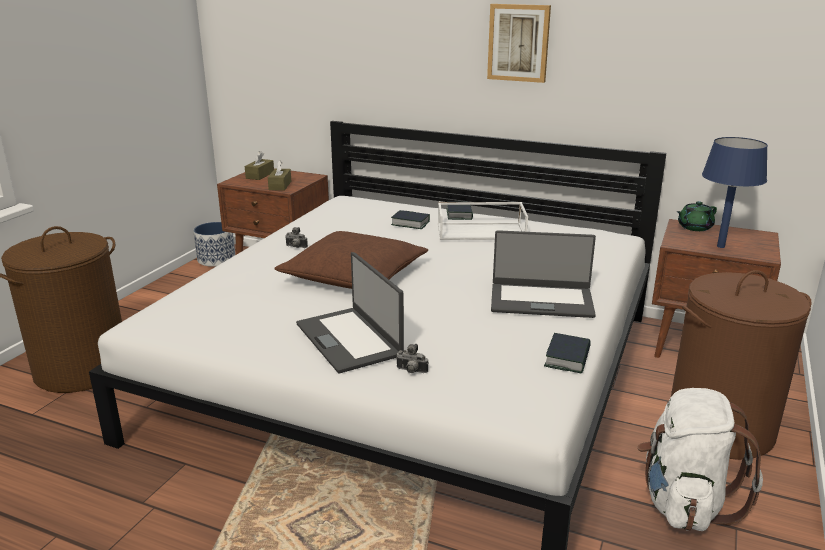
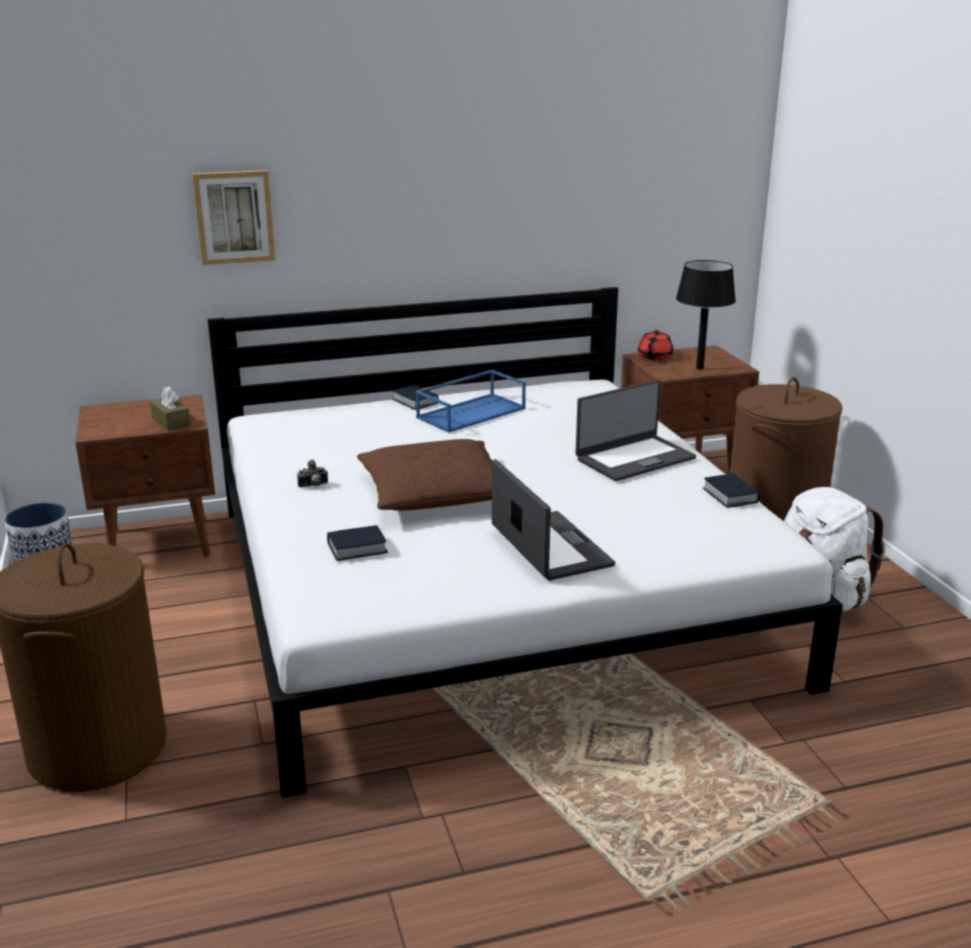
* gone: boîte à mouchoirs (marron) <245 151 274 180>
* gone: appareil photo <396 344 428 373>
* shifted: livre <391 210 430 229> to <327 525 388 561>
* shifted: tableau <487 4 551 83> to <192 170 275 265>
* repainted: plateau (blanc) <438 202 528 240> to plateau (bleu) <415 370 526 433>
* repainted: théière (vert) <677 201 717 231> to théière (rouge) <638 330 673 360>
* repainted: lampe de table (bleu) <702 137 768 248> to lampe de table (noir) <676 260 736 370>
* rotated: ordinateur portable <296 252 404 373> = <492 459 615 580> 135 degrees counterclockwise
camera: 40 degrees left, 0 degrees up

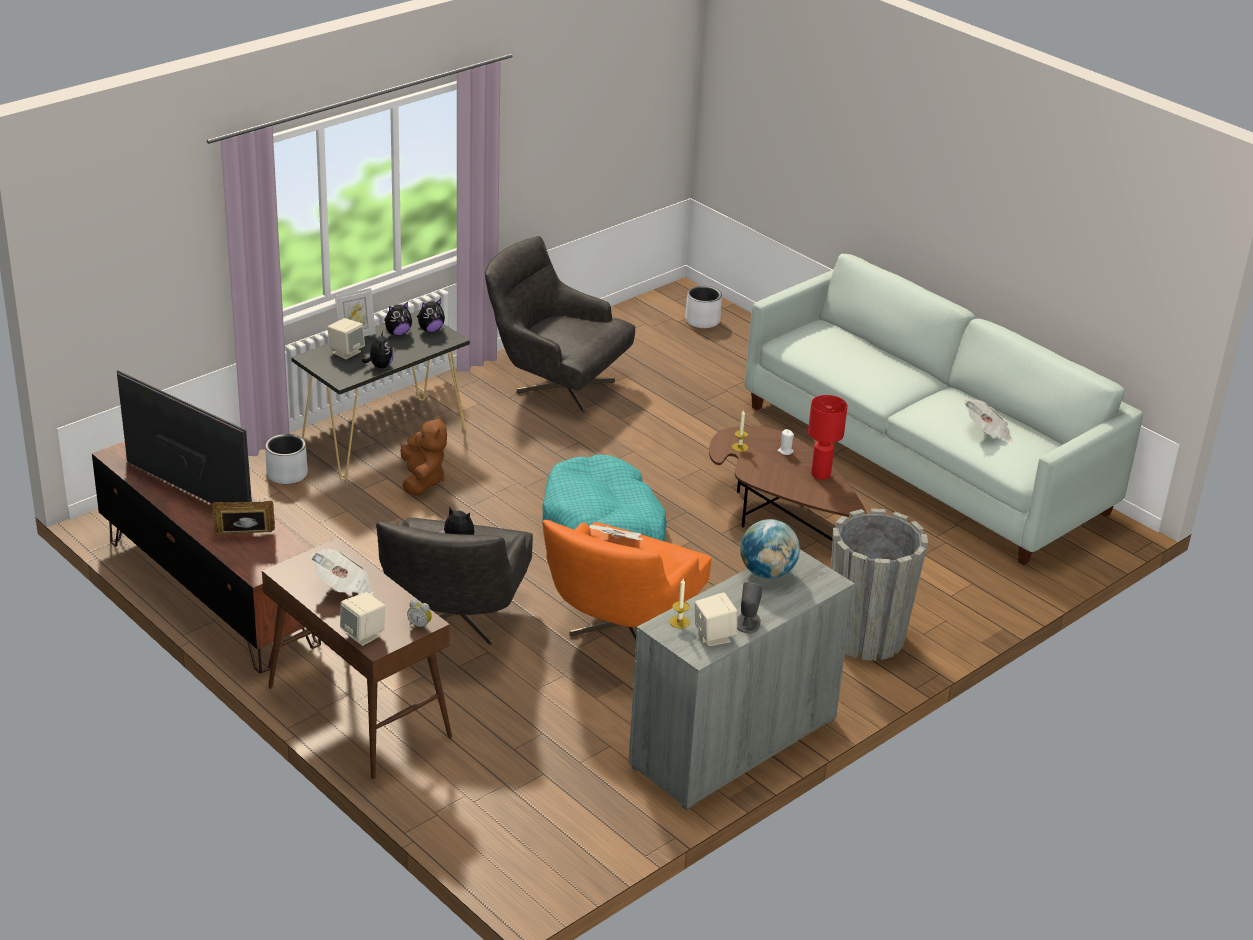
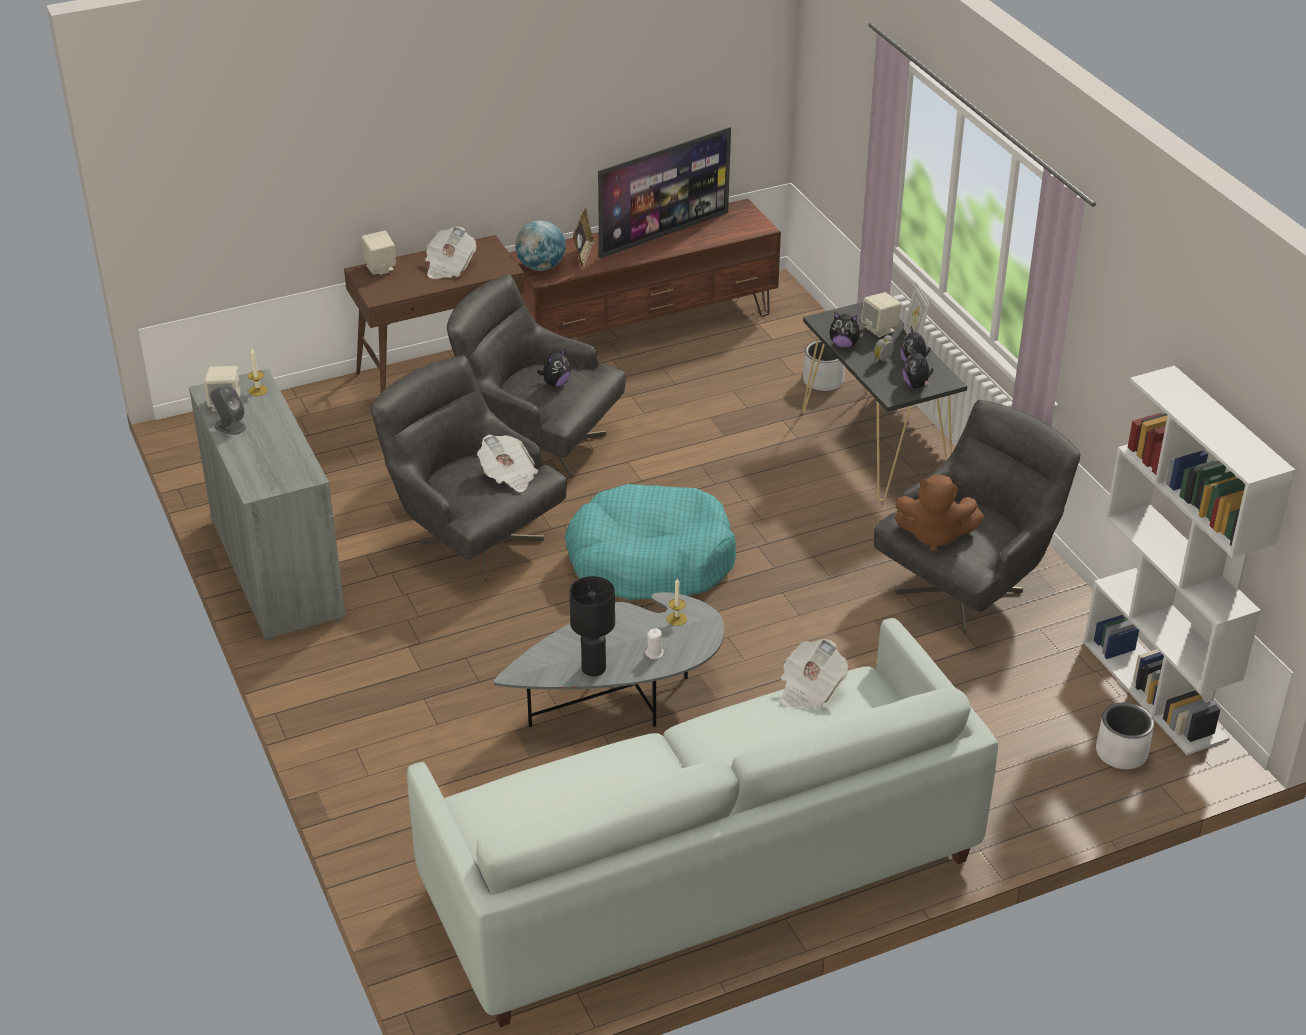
* gone: cache-pot (gris) <831 508 928 661>
* new: bibliothèque (blanc) <1084 366 1295 755>
* shifted: peluche (marron) <400 415 447 496> to <895 475 984 551>
* shifted: réveil <407 599 432 631> to <874 335 894 363>
* shifted: globe <740 519 800 579> to <515 220 566 271>
* shifted: journal <964 399 1012 442> to <781 639 848 709>
* repainted: fauteuil (orange) <542 520 712 640> to fauteuil (gris) <371 356 567 581>
* repainted: table basse (marron) <709 426 867 541> to table basse (gris) <494 592 724 727>
* repainted: lampe de table (rouge) <808 395 848 480> to lampe de table (noir) <569 576 615 676>
camera: 110 degrees right, 5 degrees up

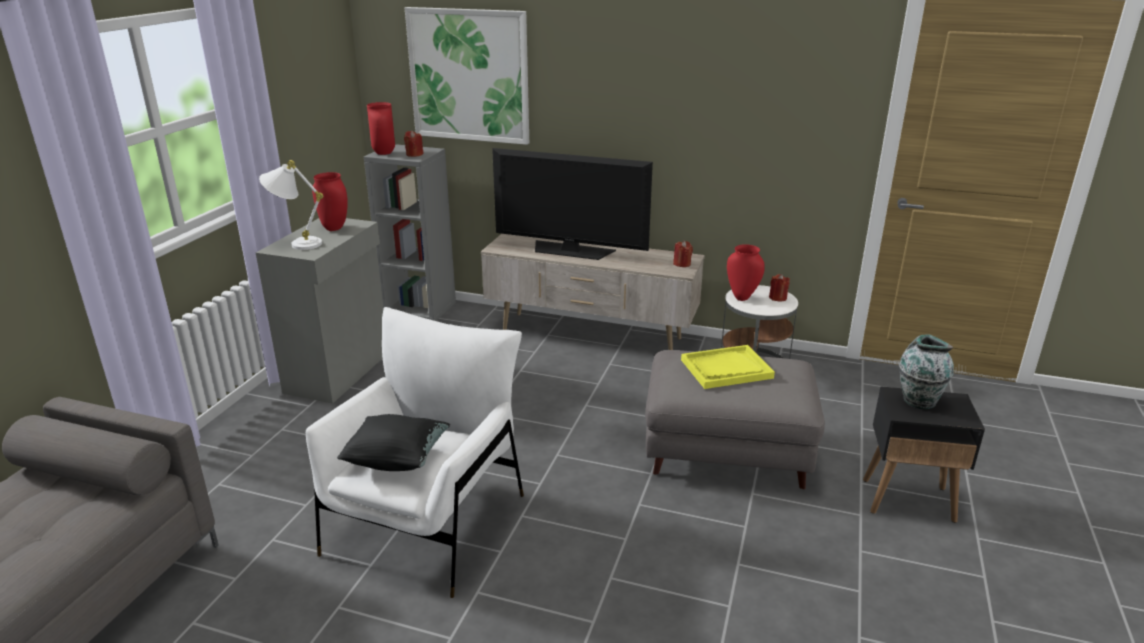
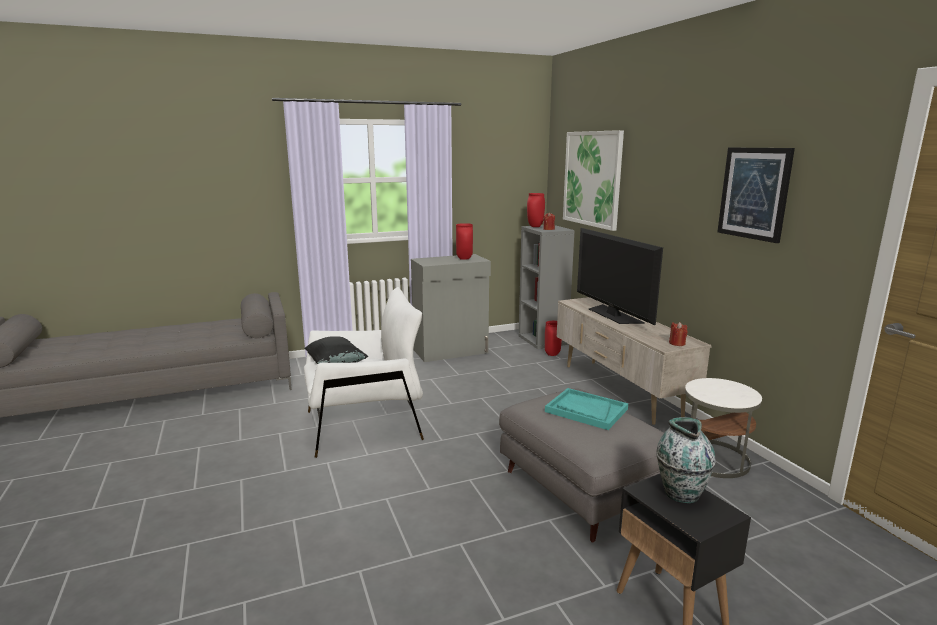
* gone: lampe de table (blanc) <259 160 323 250>
* gone: bougie (rouge) <769 274 790 301>
* new: tableau <717 148 795 243>
* shifted: vase (rouge) <727 244 765 301> to <545 321 562 356>
* repainted: plateau (jaune) <681 345 775 389> to plateau (turquoise) <545 388 628 430>
camera: 50 degrees right, 10 degrees down

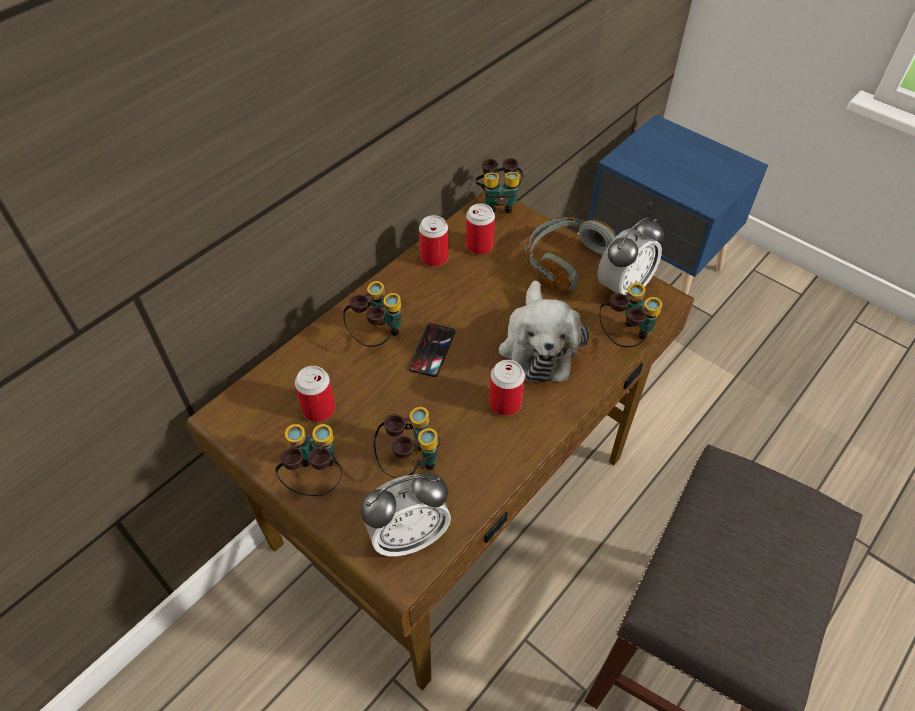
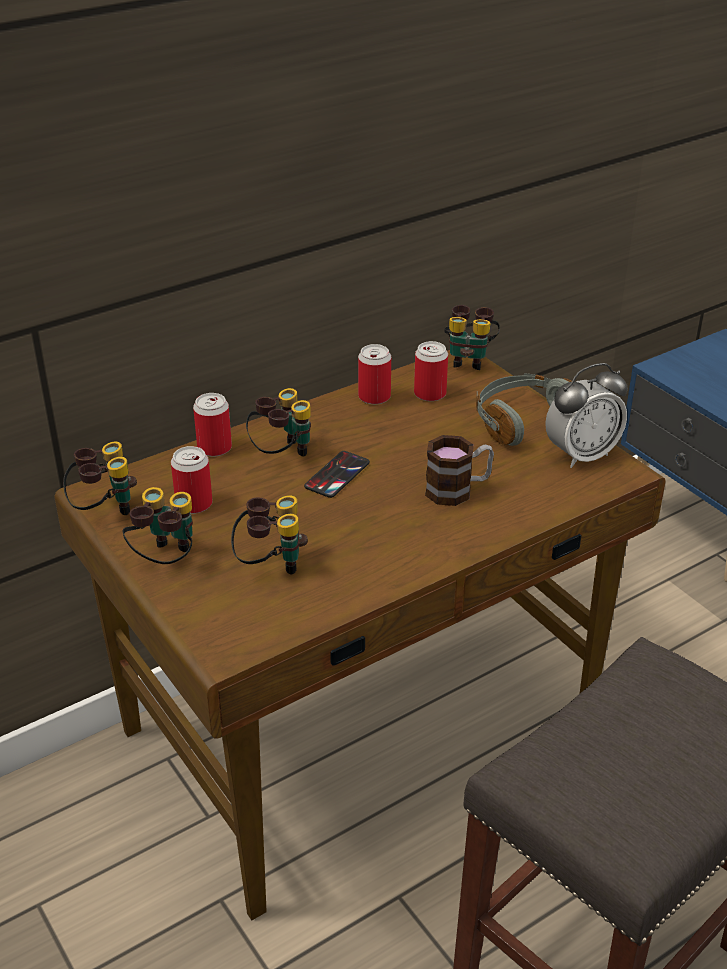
* gone: réveil <361 472 451 557>
* shifted: boîte métallique <489 360 525 416> to <193 393 232 457>
* shifted: jumelles <599 283 663 347> to <63 441 137 515>
* swapped: peluche <499 280 589 383> to mug <425 435 494 506>
camera: 15 degrees right, 15 degrees down

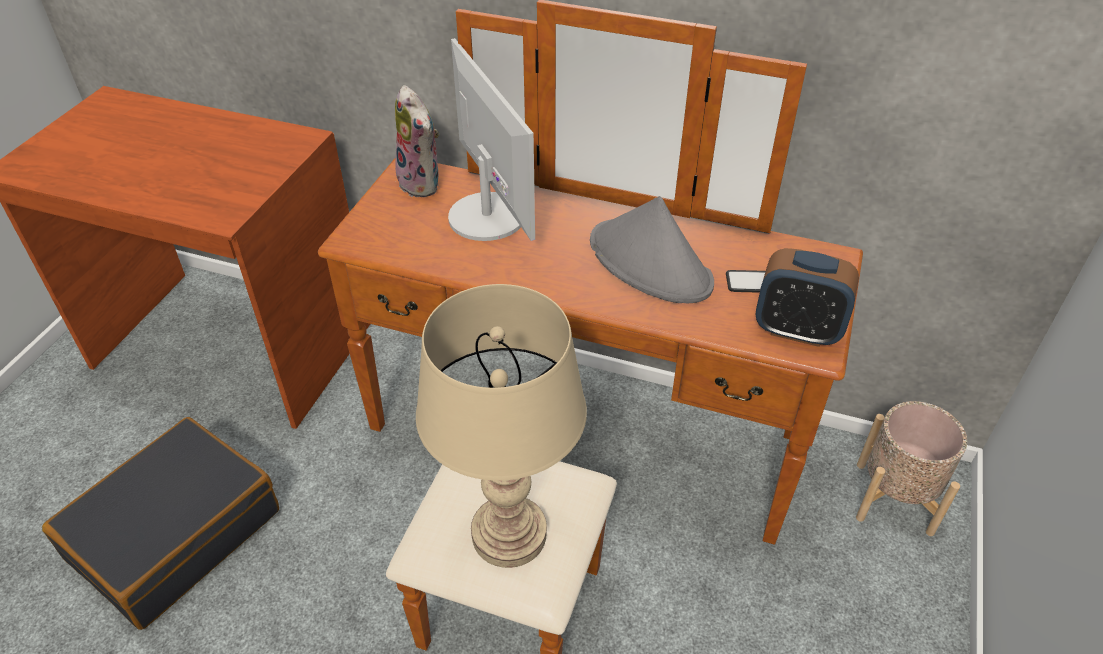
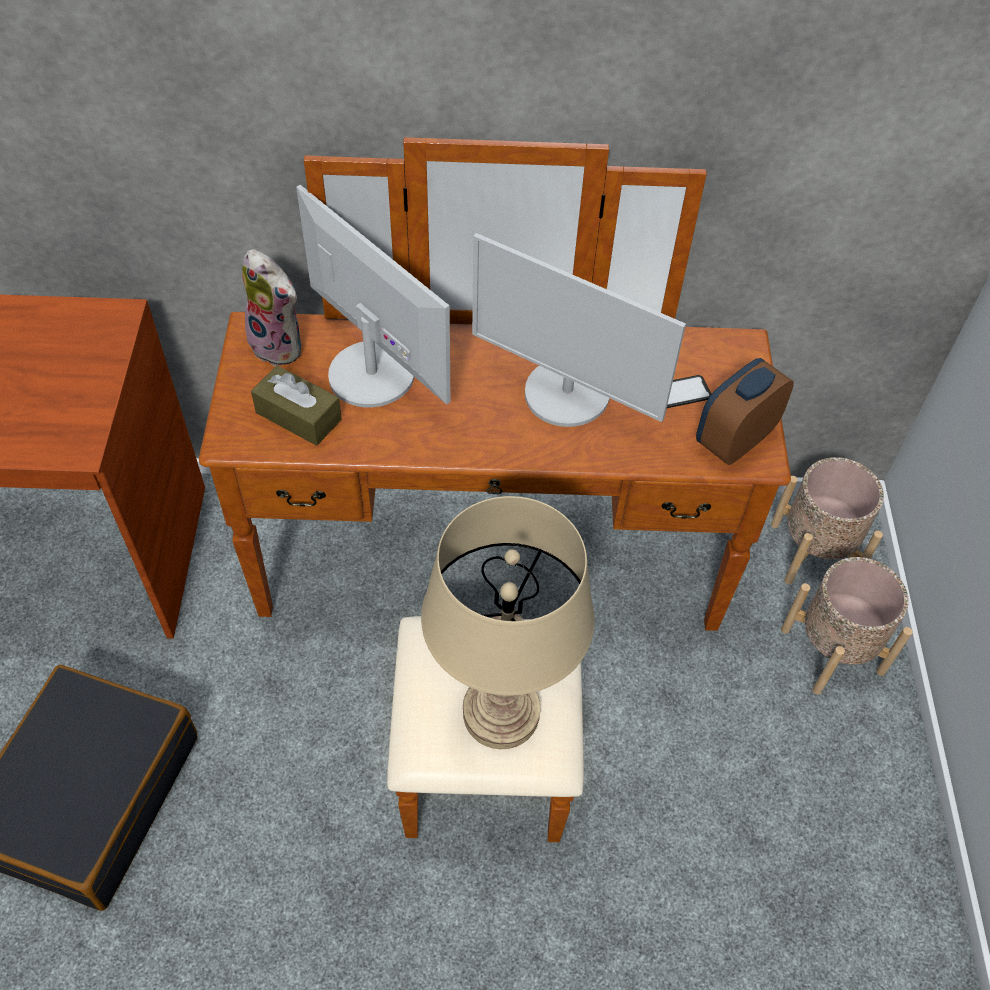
* new: boîte à mouchoirs (marron) <251 365 342 446>
* new: cache-pot (beige) <781 557 913 695>
* swapped: chapeau (gris) <590 196 714 303> to écran d'ordinateur <472 233 686 427>
* rotated: réveil <756 248 859 347> = <696 358 794 465> 135 degrees clockwise
camera: 20 degrees left, 10 degrees up

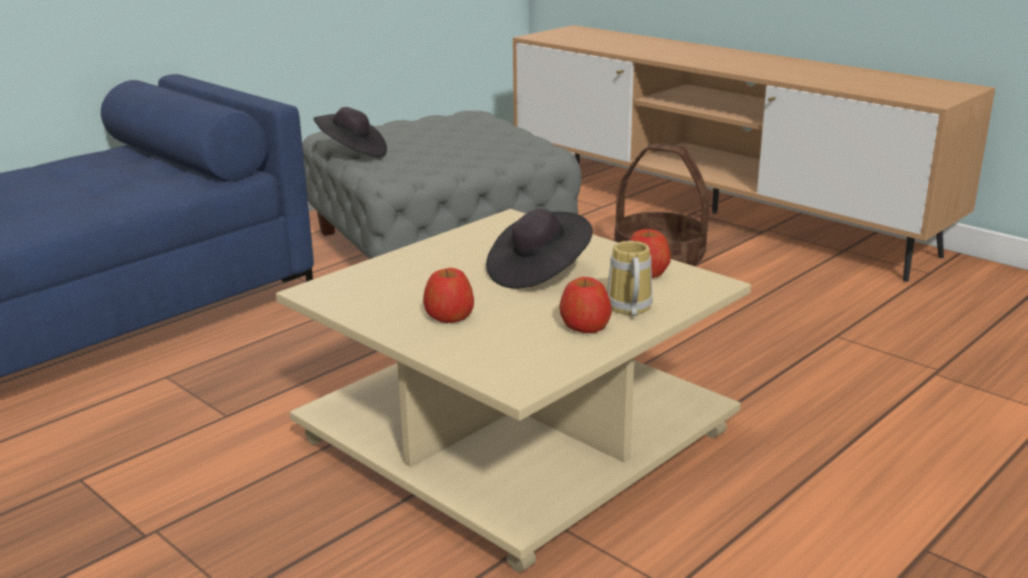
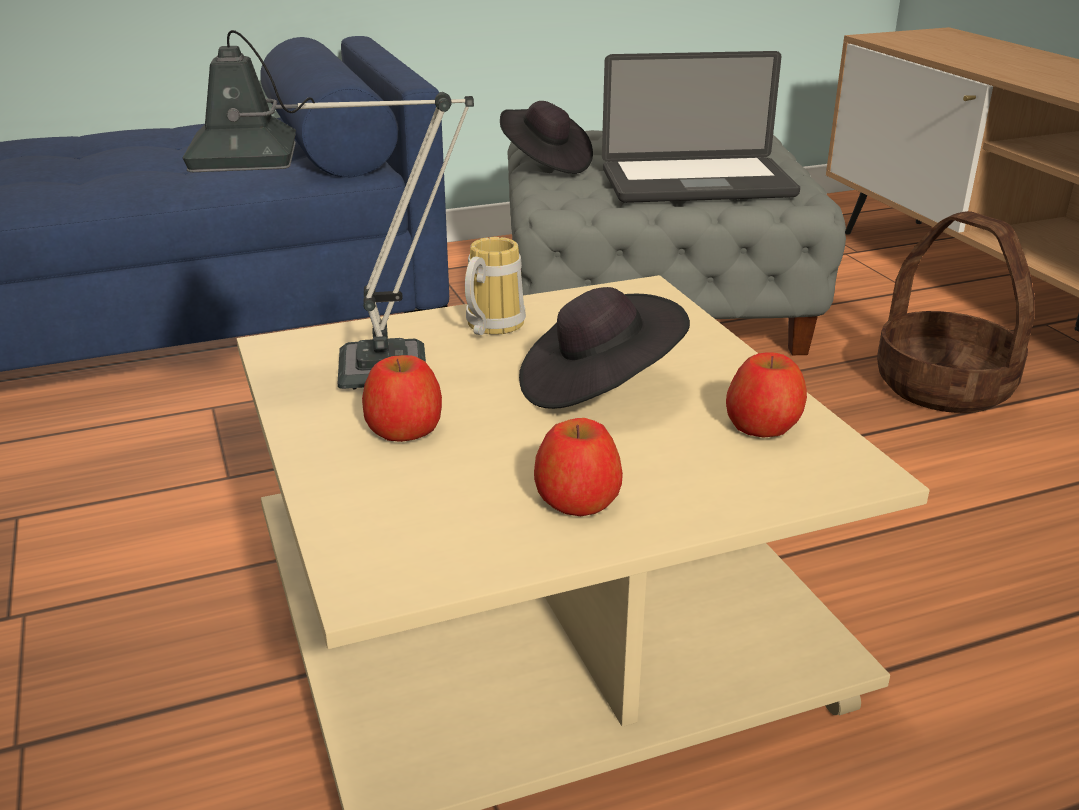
* new: lampe de table <183 30 474 389>
* new: ordinateur portable <602 51 800 203>
* shifted: mug <607 241 653 316> to <465 237 526 335>
camera: 25 degrees right, 5 degrees up

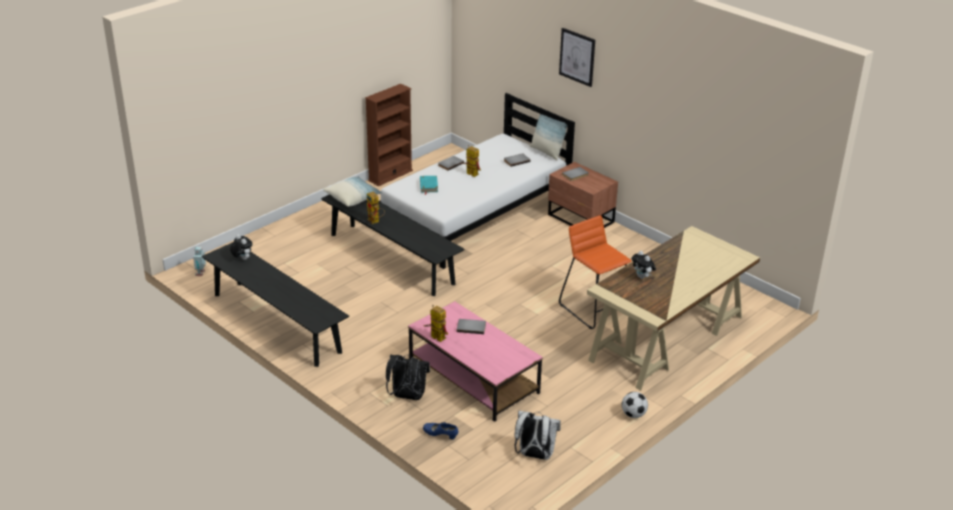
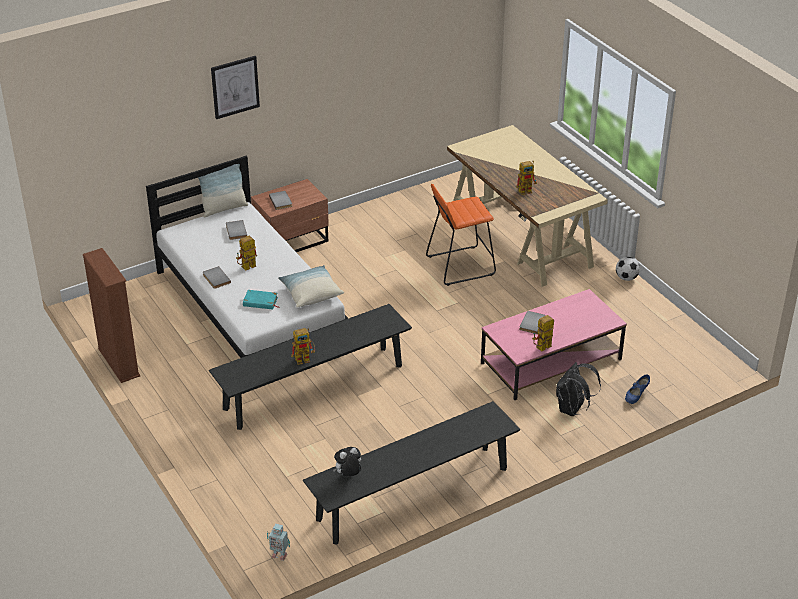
* gone: sac à dos (blanc) <515 411 561 460>
* shifted: coussin <323 176 382 207> to <278 265 344 308>
* swapped: peluche <632 251 656 279> to robot jouet <516 161 537 195>
camera: 75 degrees left, 5 degrees up

